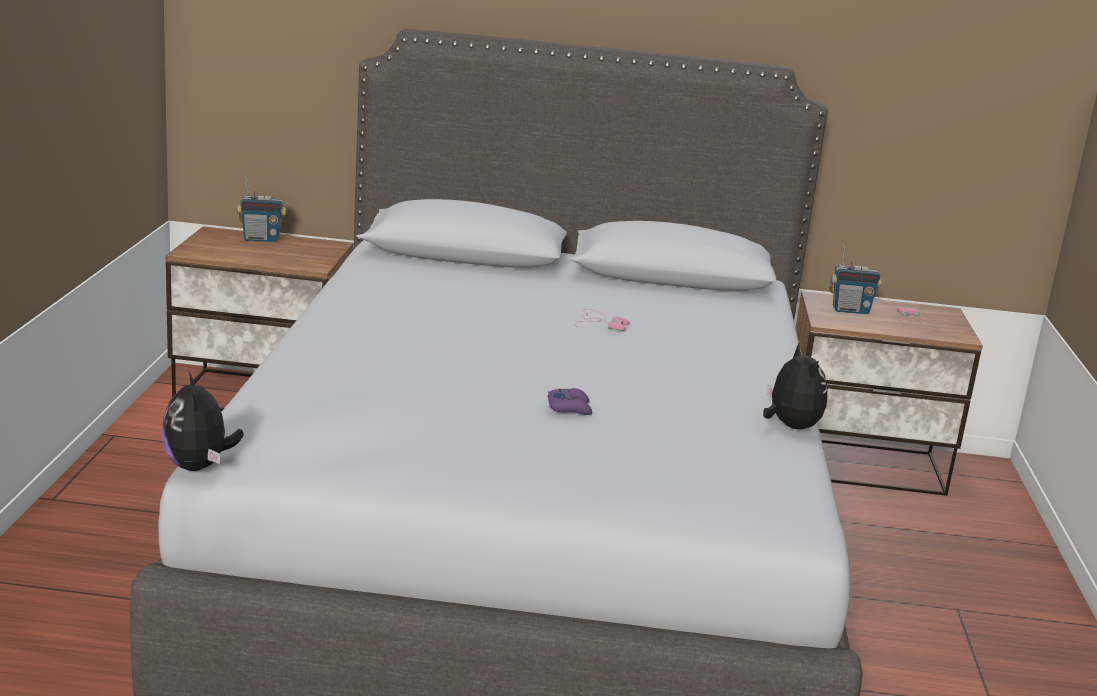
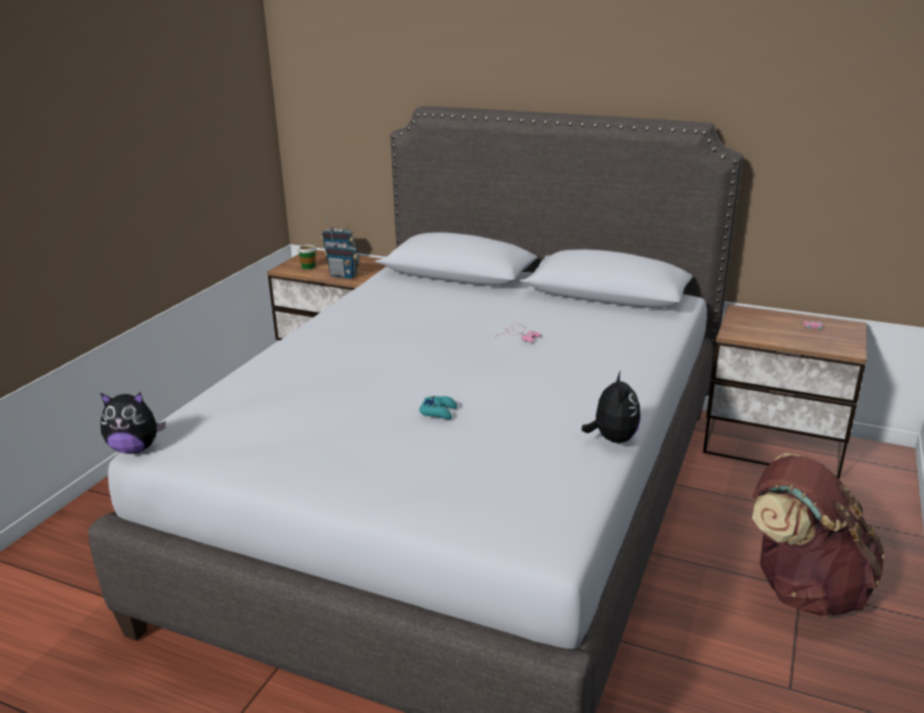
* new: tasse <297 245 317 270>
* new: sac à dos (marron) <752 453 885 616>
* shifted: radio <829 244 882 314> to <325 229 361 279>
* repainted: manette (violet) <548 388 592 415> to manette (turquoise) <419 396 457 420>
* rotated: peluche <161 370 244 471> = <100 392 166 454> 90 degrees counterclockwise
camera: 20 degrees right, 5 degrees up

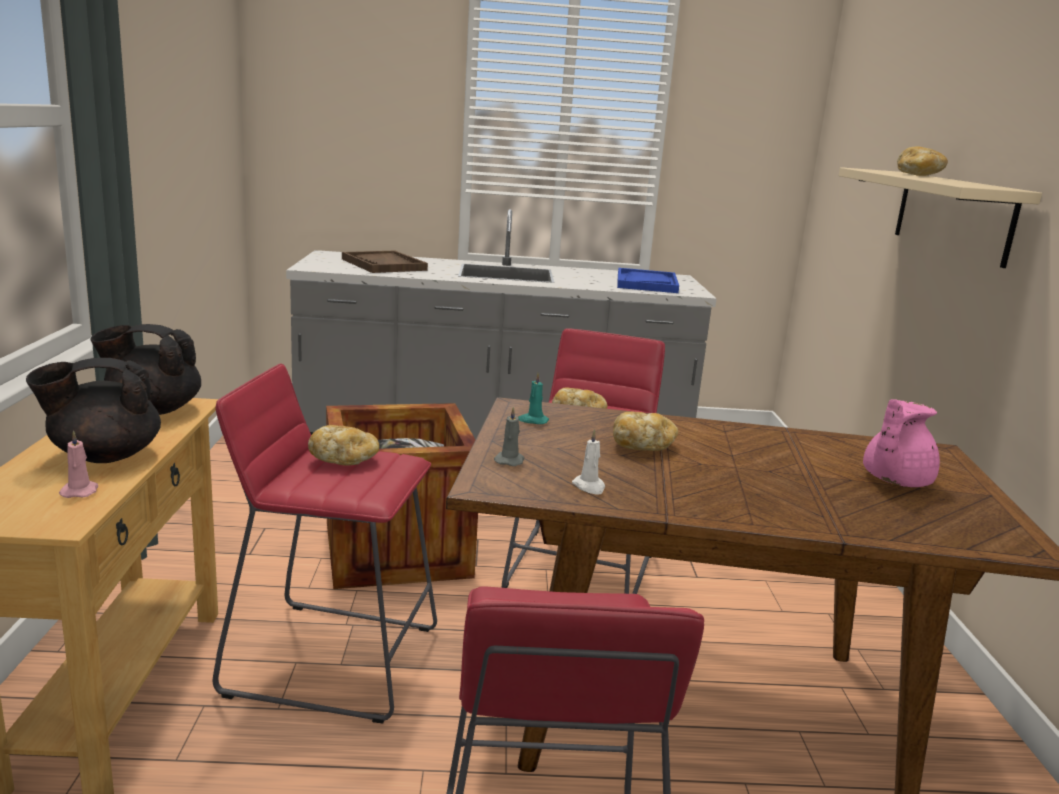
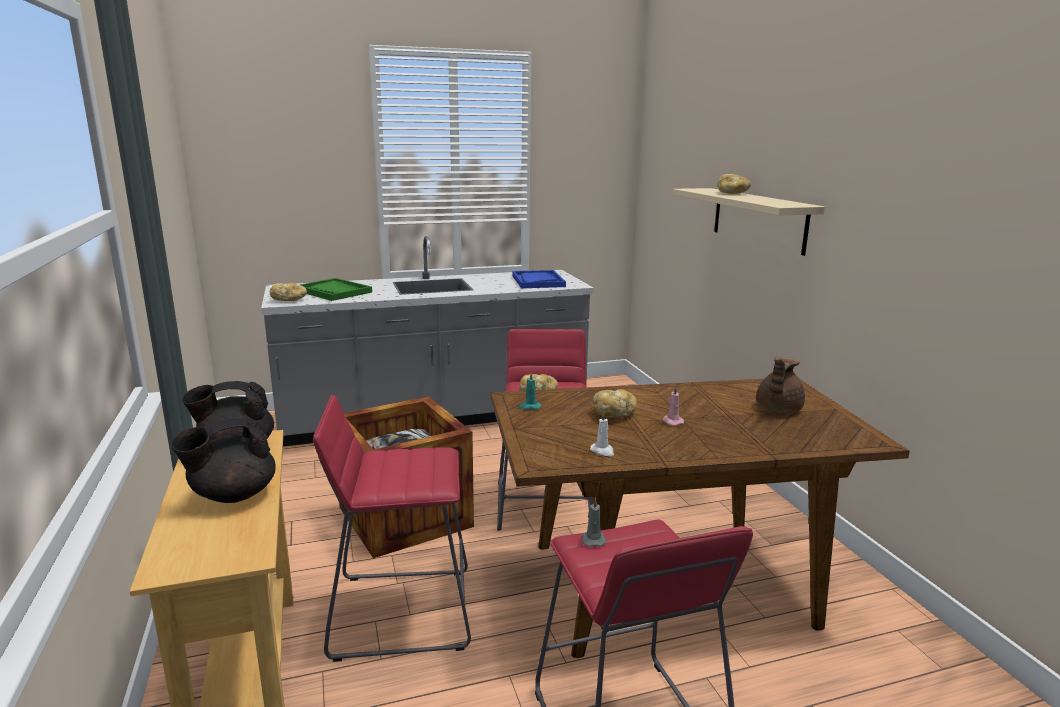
* shifted: bougie (rose) <59 430 98 498> to <662 386 684 426>
* shifted: pain <308 425 379 465> to <270 283 307 301>
* shifted: bougie (gris) <494 406 524 466> to <582 497 607 547>
* repainted: plateau (marron) <342 251 428 273> to plateau (vert) <300 278 372 301>
* repainted: théière (rose) <863 399 940 487> to théière (marron) <756 357 805 413>
camera: 15 degrees left, 0 degrees up

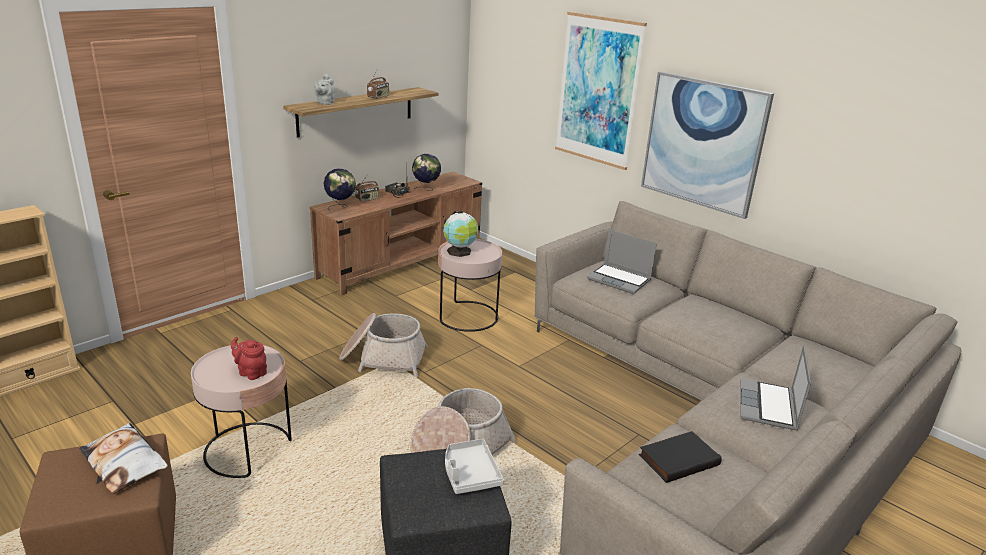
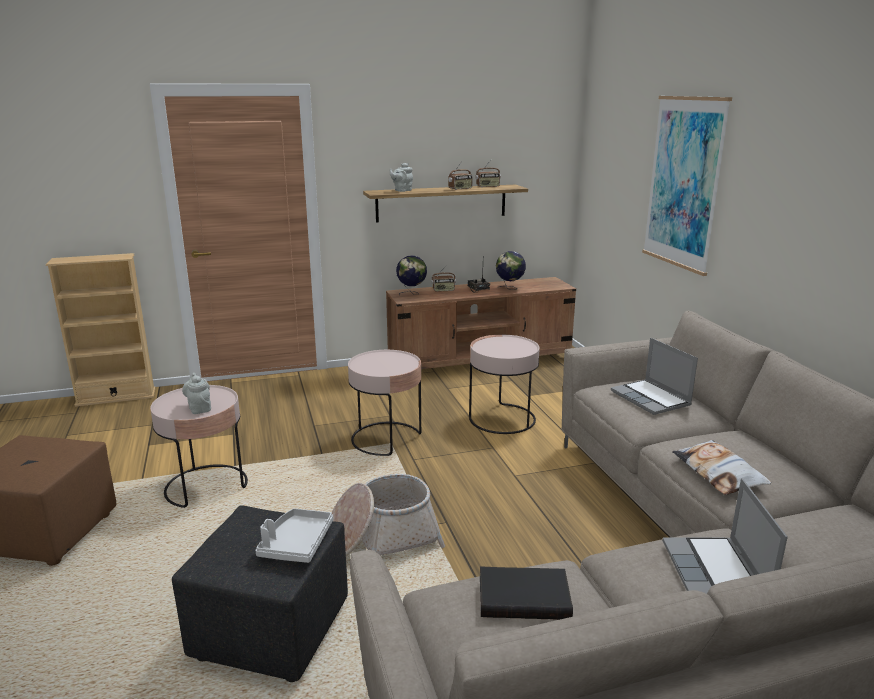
* gone: globe <443 211 478 257>
* gone: tableau <641 72 774 219>
* new: radio <475 160 501 187>
* shifted: coussin <79 422 168 494> to <672 440 771 495>
* swapped: panier <339 313 428 377> to table d'appoint (rose) <348 350 421 456>
* repainted: théière (rouge) <231 337 267 380> to théière (gris) <182 373 211 414>
* rotated: ordinateur portable <740 345 811 430> = <662 478 788 594> 45 degrees counterclockwise
camera: 30 degrees right, 5 degrees down

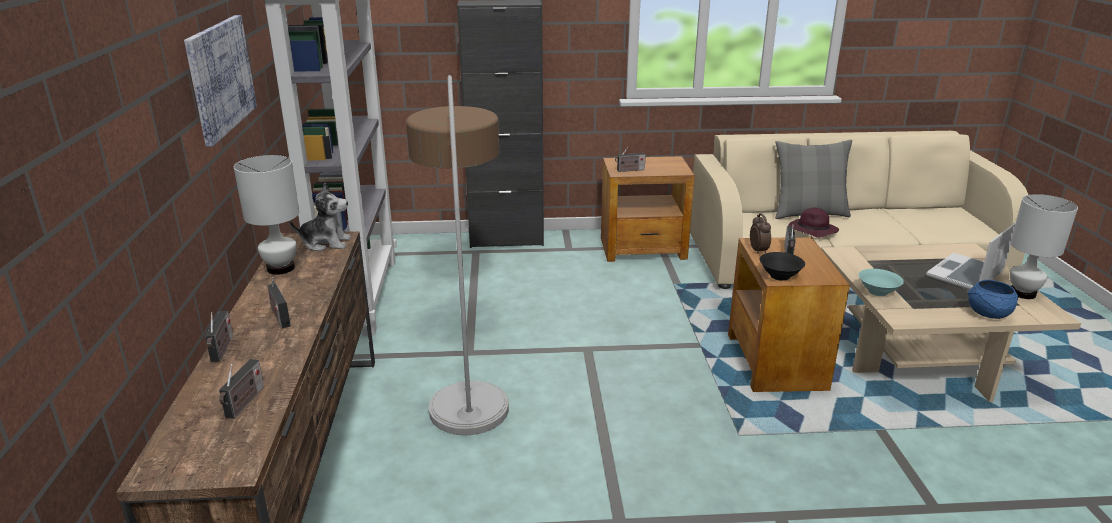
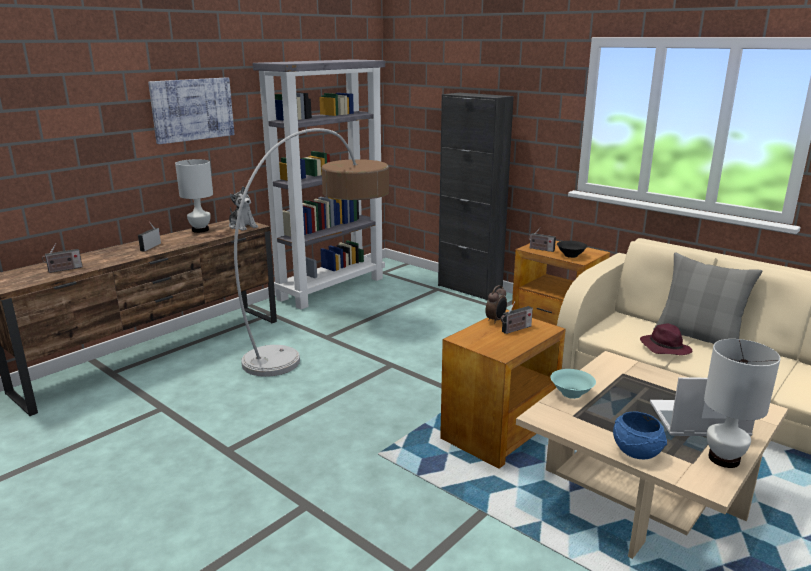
* gone: radio <205 311 233 362>
* shifted: bol (noir) <759 252 805 281> to <557 241 588 258>
camera: 45 degrees right, 5 degrees down

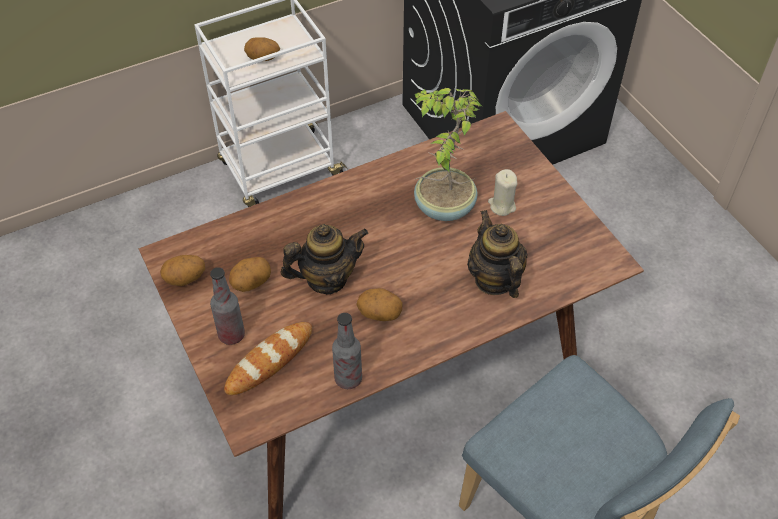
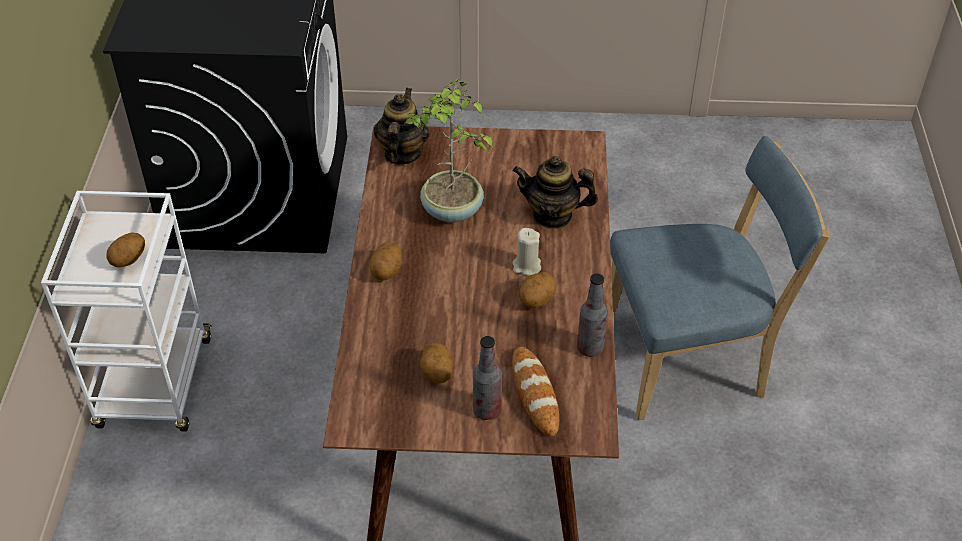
* shifted: pomme de terre <160 255 205 286> to <370 242 402 281>
* shifted: théière <280 224 368 294> to <374 88 429 165>
* shifted: bougie (beige) <488 169 517 216> to <513 228 541 276>
camera: 60 degrees left, 5 degrees down

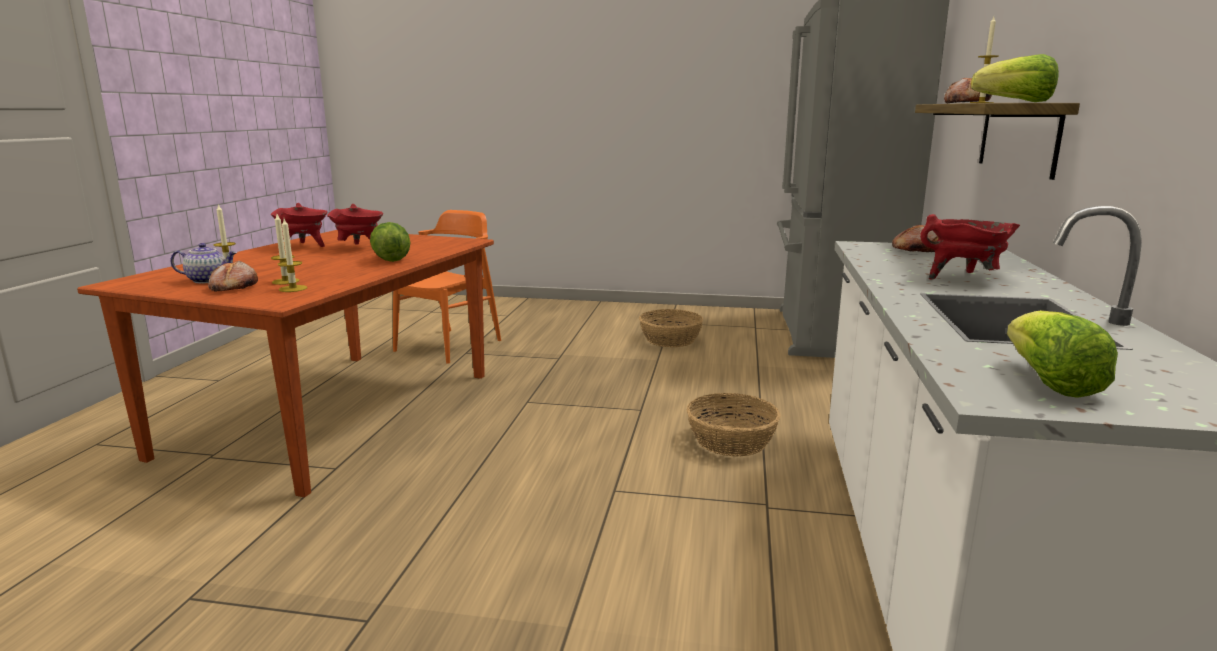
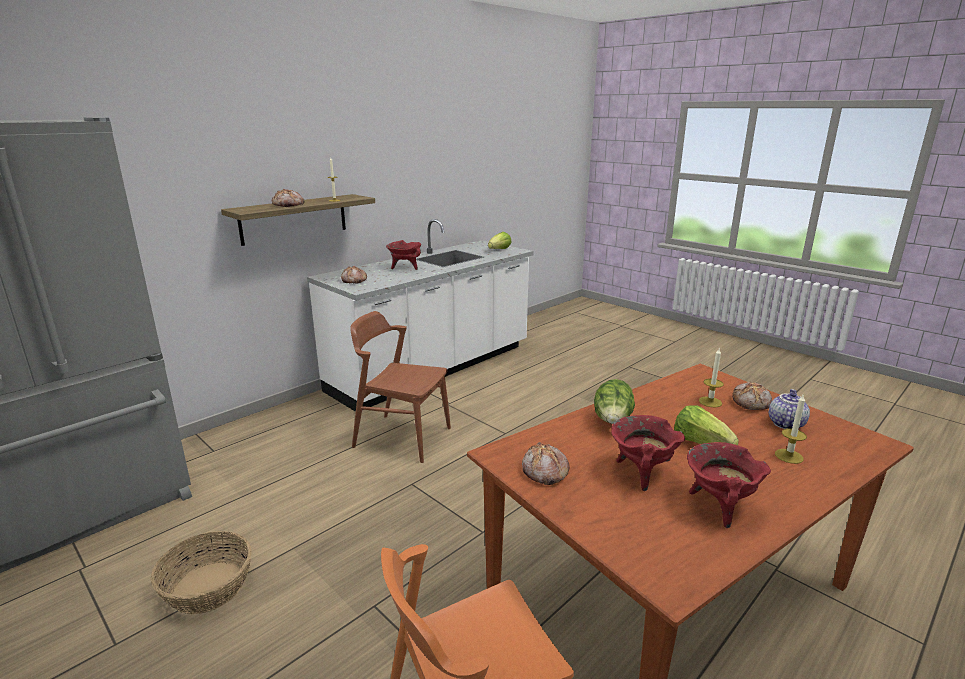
* gone: bougie <278 219 307 292>
* new: pain <522 442 570 485>
* shifted: laitue <971 54 1059 102> to <674 405 739 445>
* swapped: panier <687 393 781 457> to chaise (marron) <350 311 451 463>
* rotated: théière <170 243 237 283> = <769 389 810 429> 90 degrees clockwise
camera: 145 degrees left, 5 degrees up

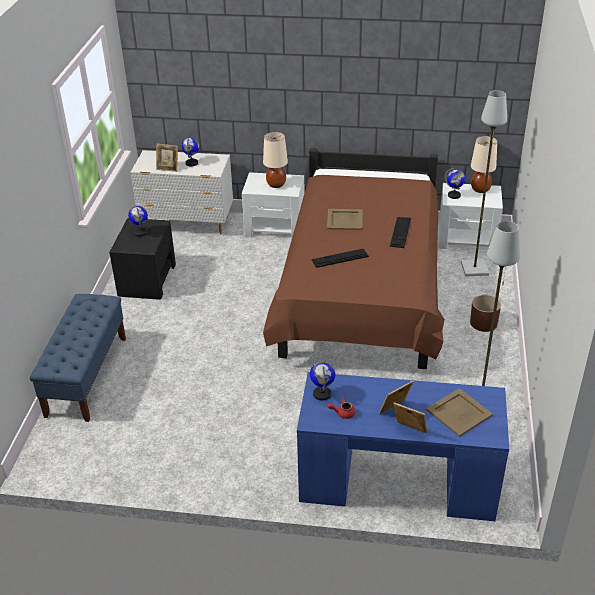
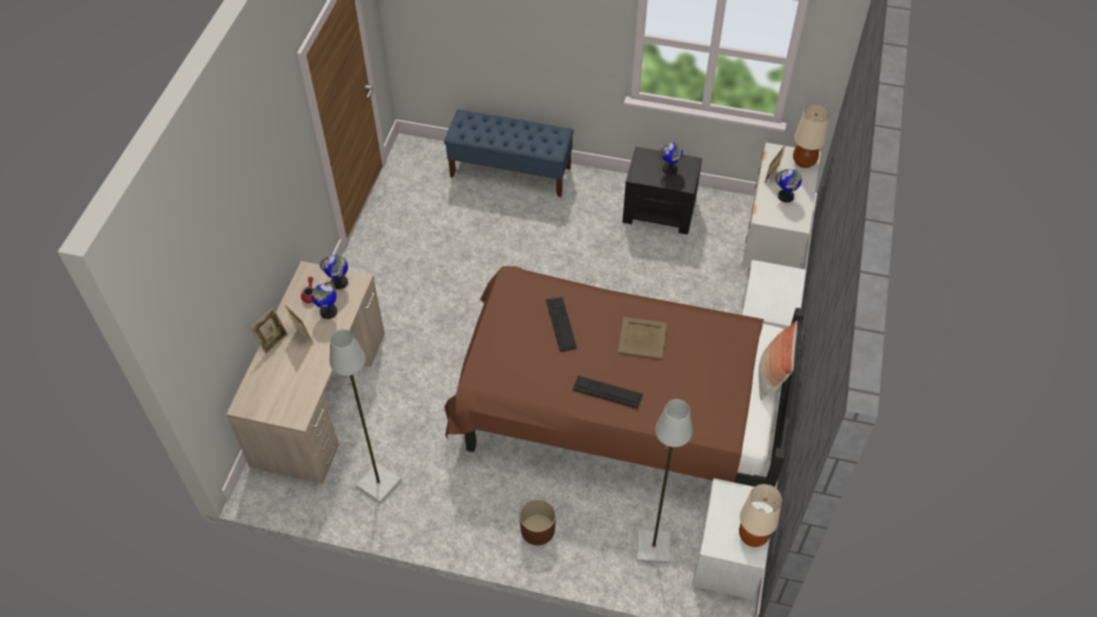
* gone: plateau (beige) <426 388 493 437>
* new: coussin <759 321 798 401>
* shifted: lampe de table (beige) <263 132 288 188> to <793 104 830 168>
* shifted: globe <445 168 465 199> to <312 282 337 319>
* repainted: bureau (bleu) <297 372 509 521> to bureau (beige) <226 261 385 484>
camera: 95 degrees right, 15 degrees up

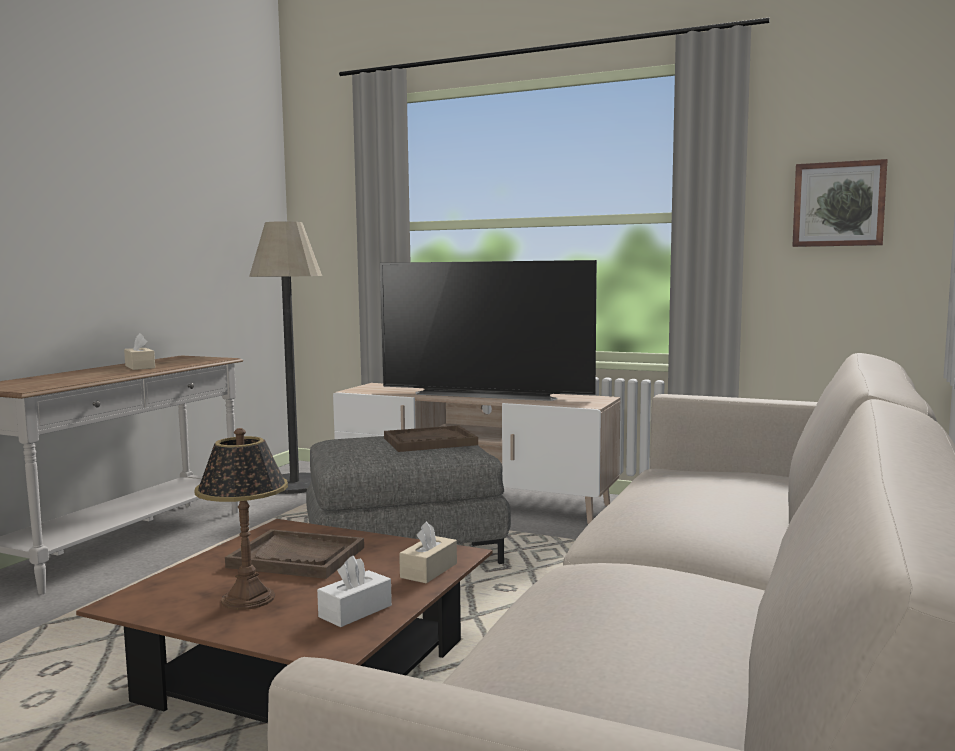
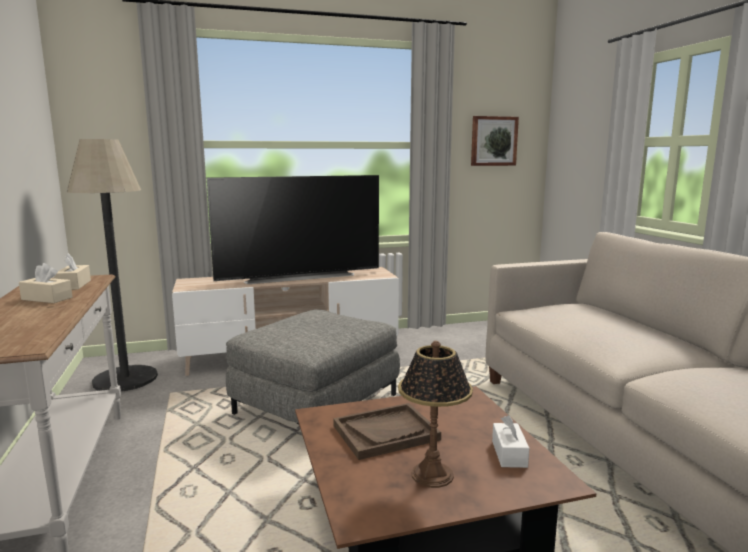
* gone: plateau (marron) <384 425 478 452>
* shifted: boîte à mouchoirs (beige) <399 521 457 583> to <54 253 91 290>
camera: 40 degrees left, 5 degrees up

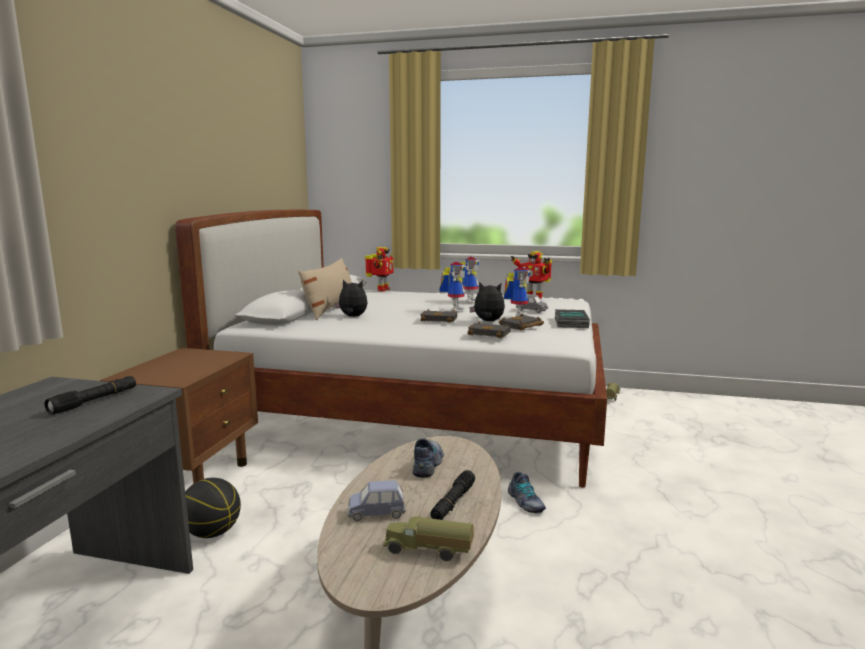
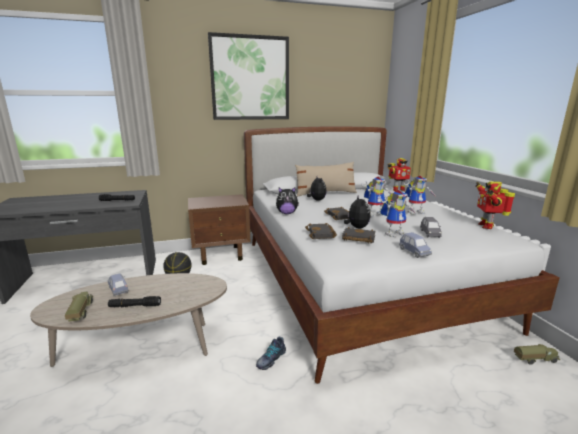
* gone: chaussure <412 438 444 478>
* new: tableau <208 32 289 120>
* new: peluche <276 187 299 214>
* swapped: livre <555 309 590 328> to petite voiture (bleu) <399 232 432 258>
camera: 60 degrees right, 5 degrees up

